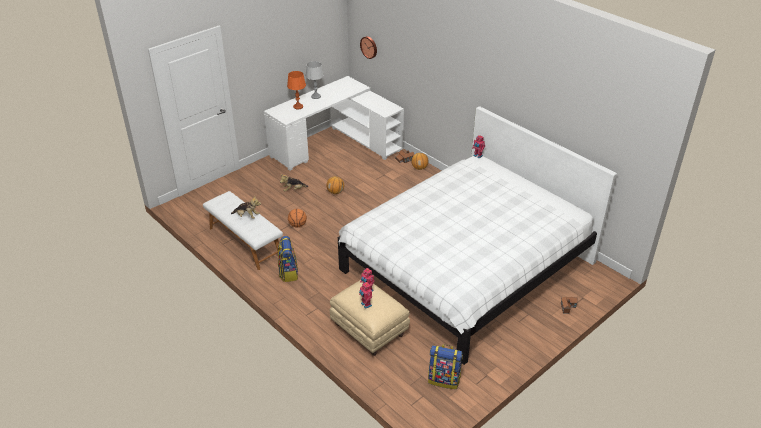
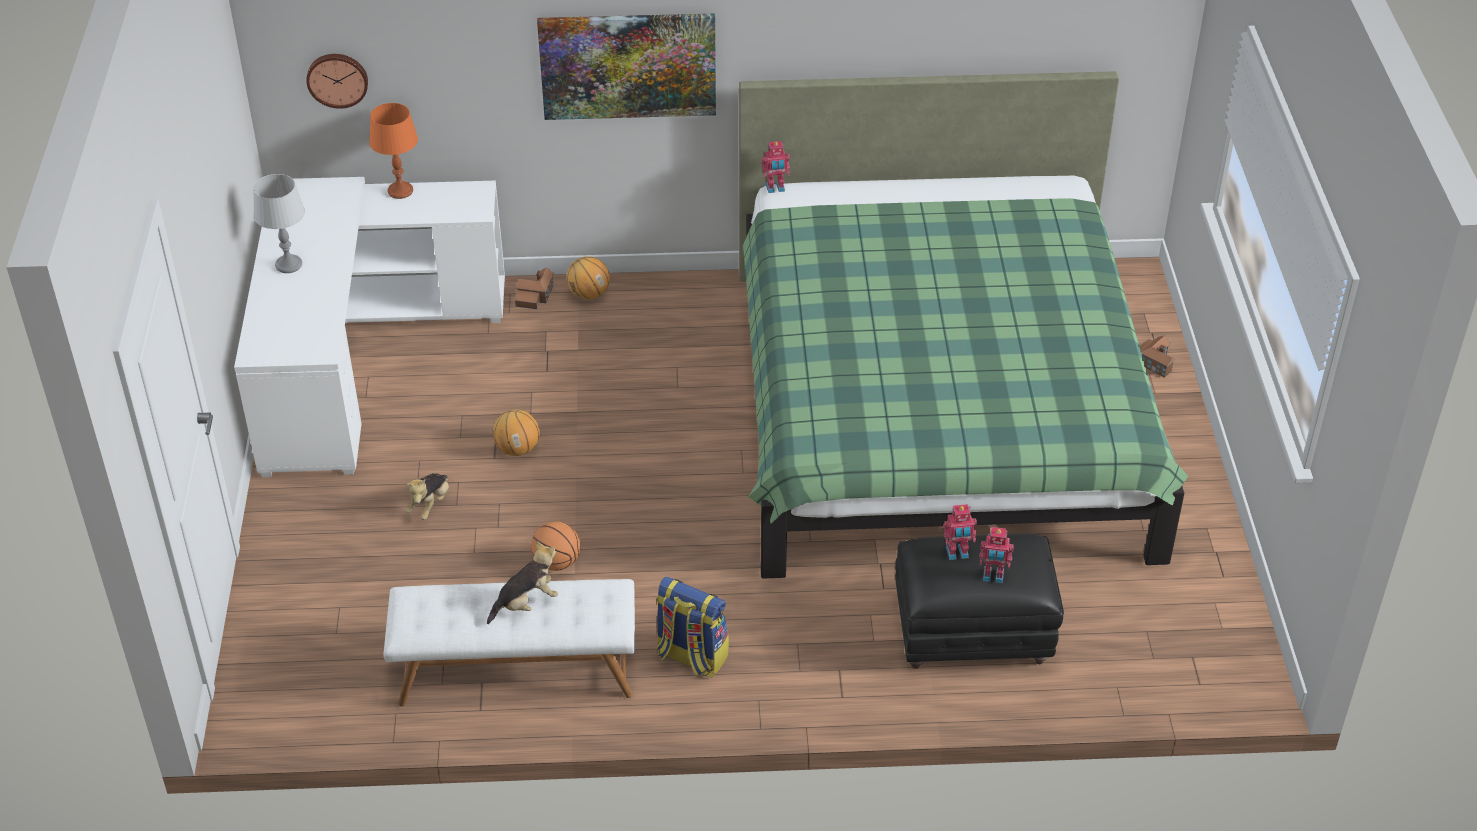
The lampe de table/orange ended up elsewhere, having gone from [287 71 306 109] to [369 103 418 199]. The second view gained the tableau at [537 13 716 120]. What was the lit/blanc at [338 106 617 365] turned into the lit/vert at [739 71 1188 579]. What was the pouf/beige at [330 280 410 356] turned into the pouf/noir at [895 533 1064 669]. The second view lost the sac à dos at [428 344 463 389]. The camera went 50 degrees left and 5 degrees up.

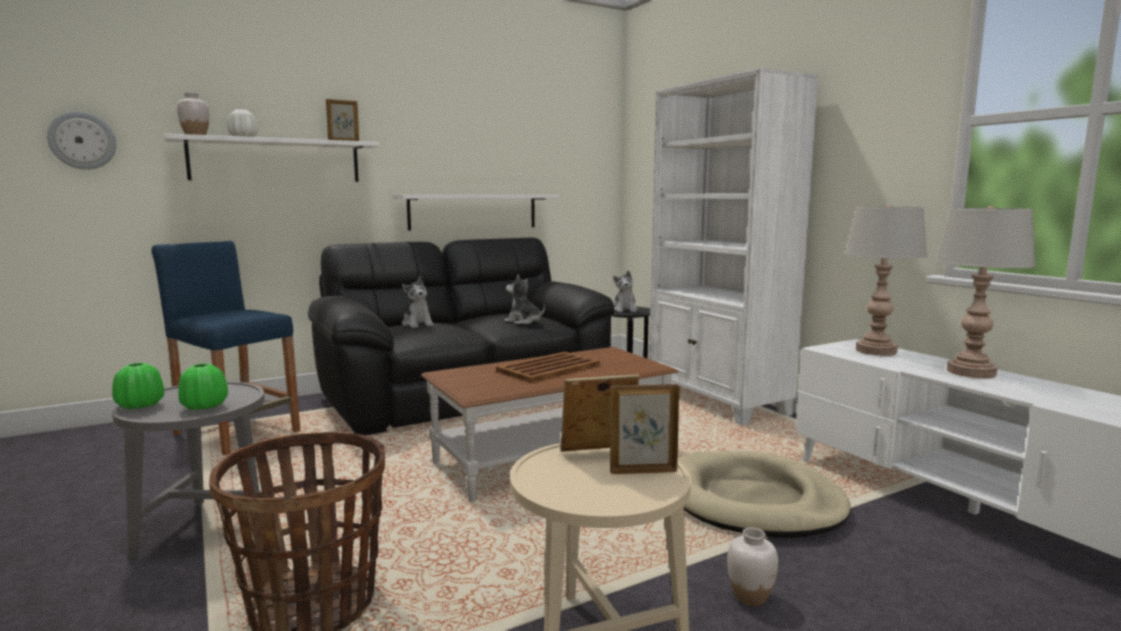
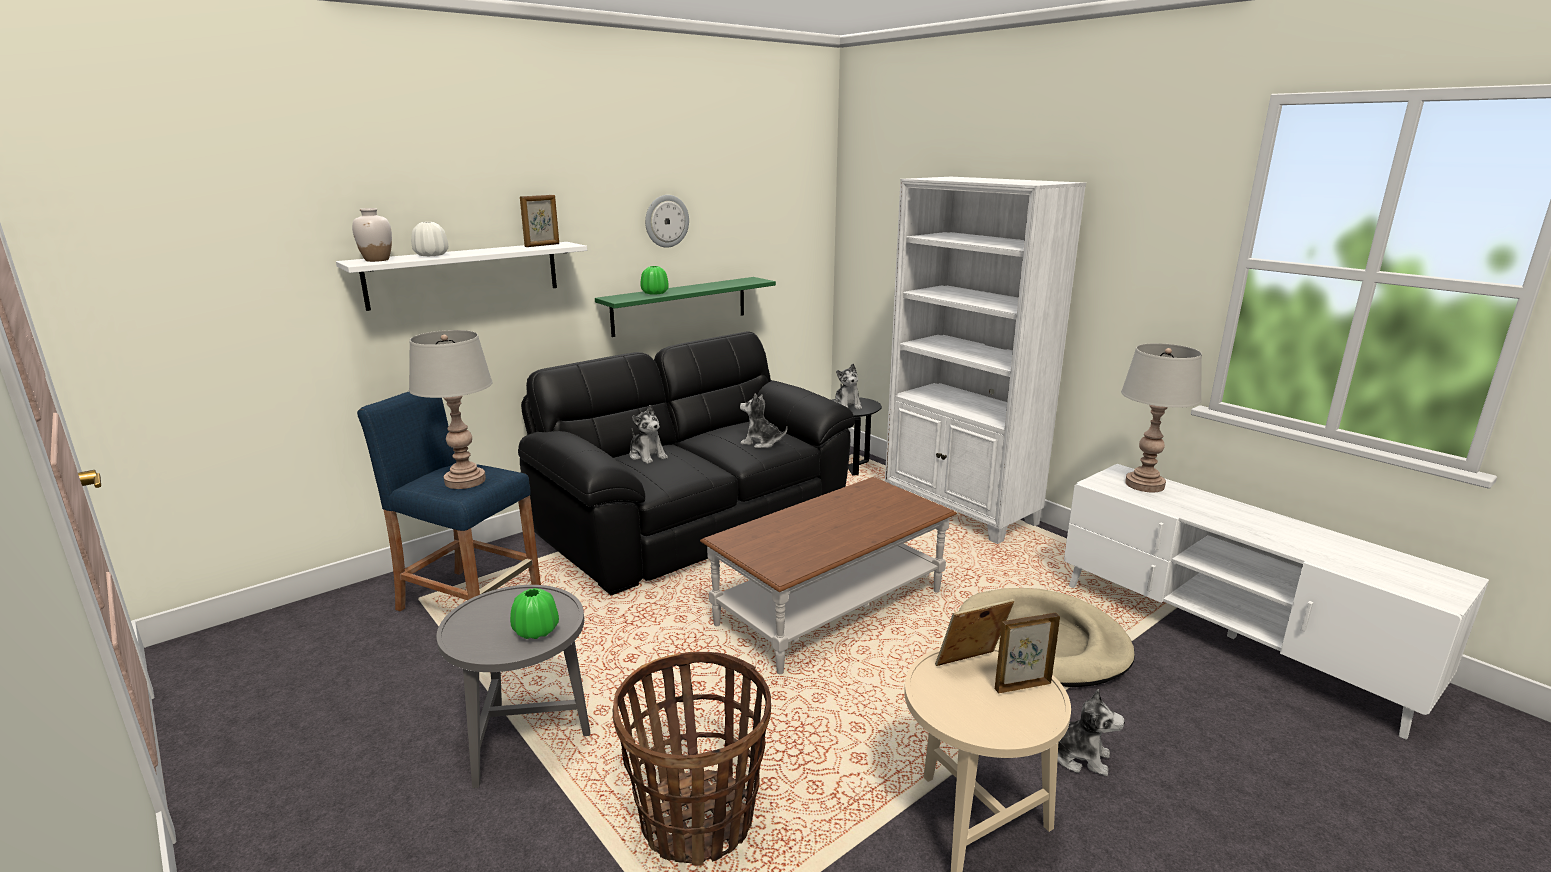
The lampe de table/gris ended up elsewhere, having gone from [935 206 1036 378] to [409 330 493 489]. What was the étagère/blanc at [393 195 559 231] turned into the étagère/vert at [595 277 776 337]. The vase/vert ended up elsewhere, having gone from [112 363 164 409] to [640 266 669 295]. The horloge murale ended up elsewhere, having gone from [47 111 116 170] to [645 195 689 248]. Where the vase/blanc stood at [727 527 778 606], the peluche came to stand at [1057 689 1125 776]. The second view lost the plateau/marron at [496 352 600 383]. The camera went 10 degrees left and 10 degrees up.

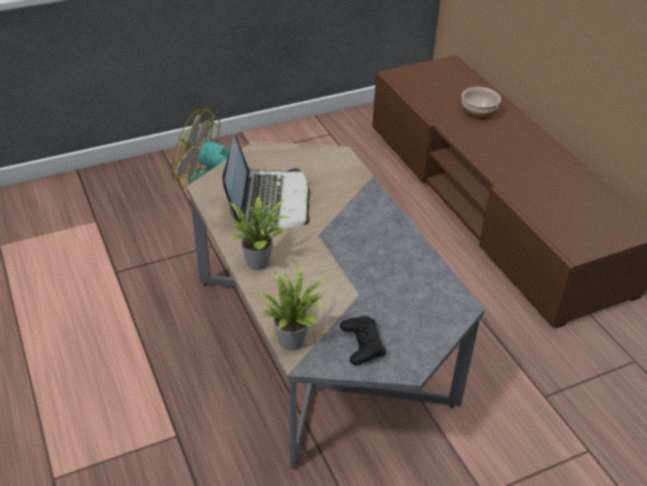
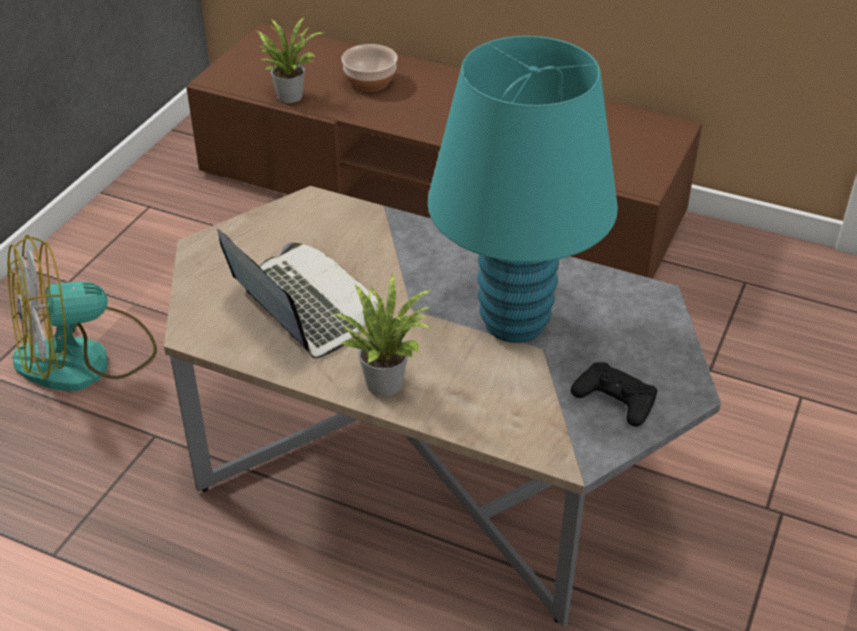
The plante en pot ended up elsewhere, having gone from [255 264 328 350] to [256 18 325 103]. The second view gained the lampe de table/turquoise at [428 36 618 343]. The camera went 40 degrees left and 0 degrees up.

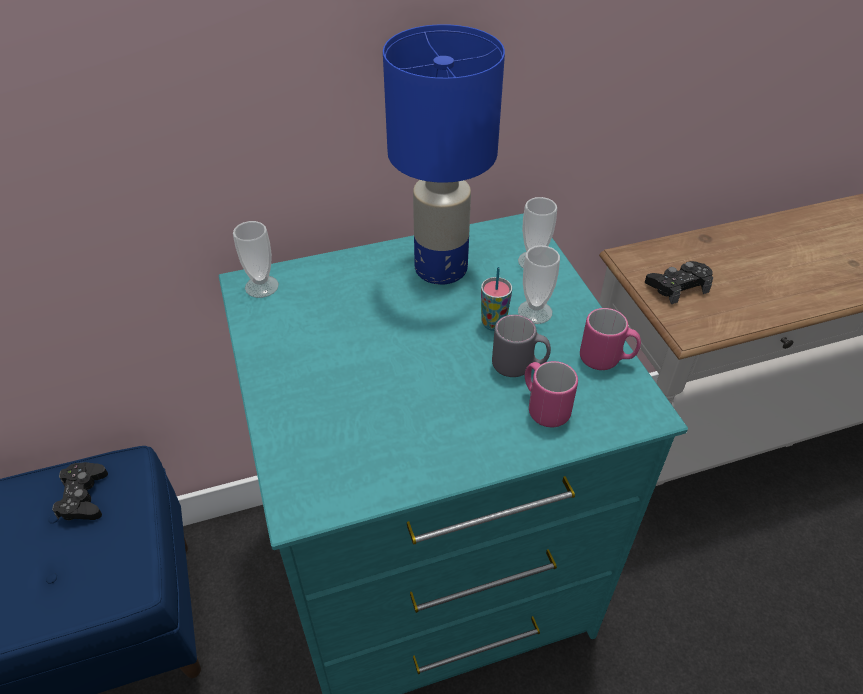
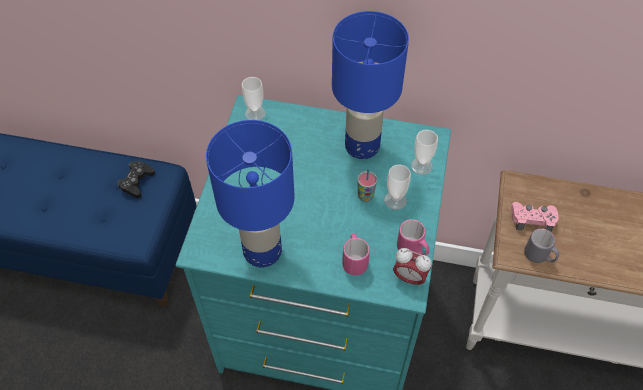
The second view gained the lampe de table/bleu at [206 120 294 267]. The second view gained the réveil at [393 248 432 287]. What was the manette/noir at [645 261 713 304] turned into the manette/rose at [511 202 559 232]. The mug/gris ended up elsewhere, having gone from [492 314 551 377] to [524 228 559 263]. The camera went 30 degrees right and 10 degrees up.

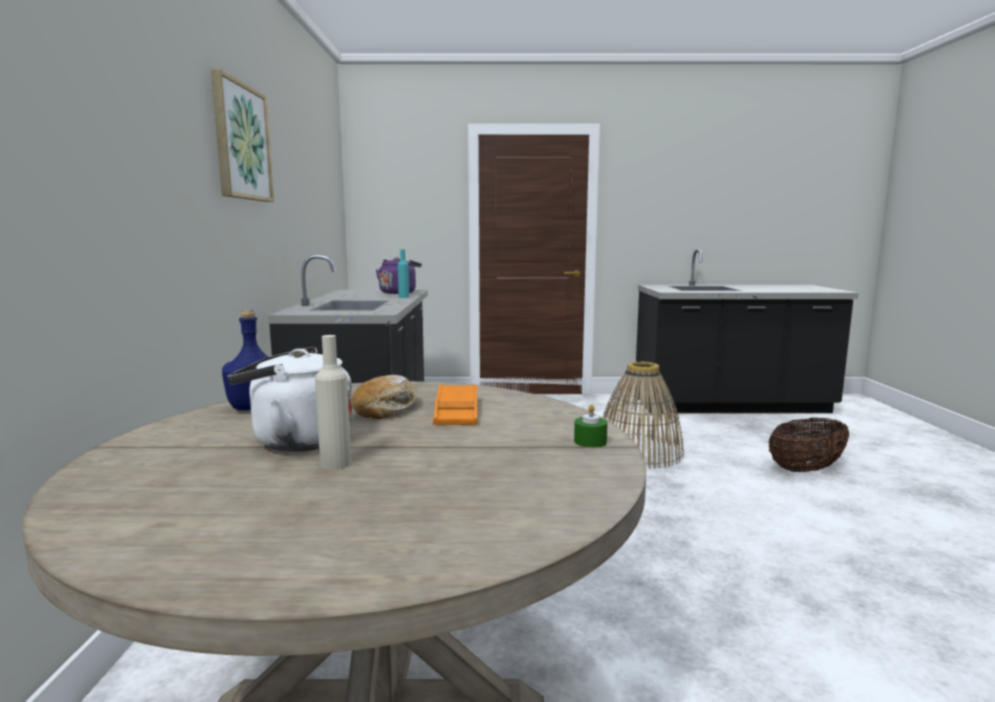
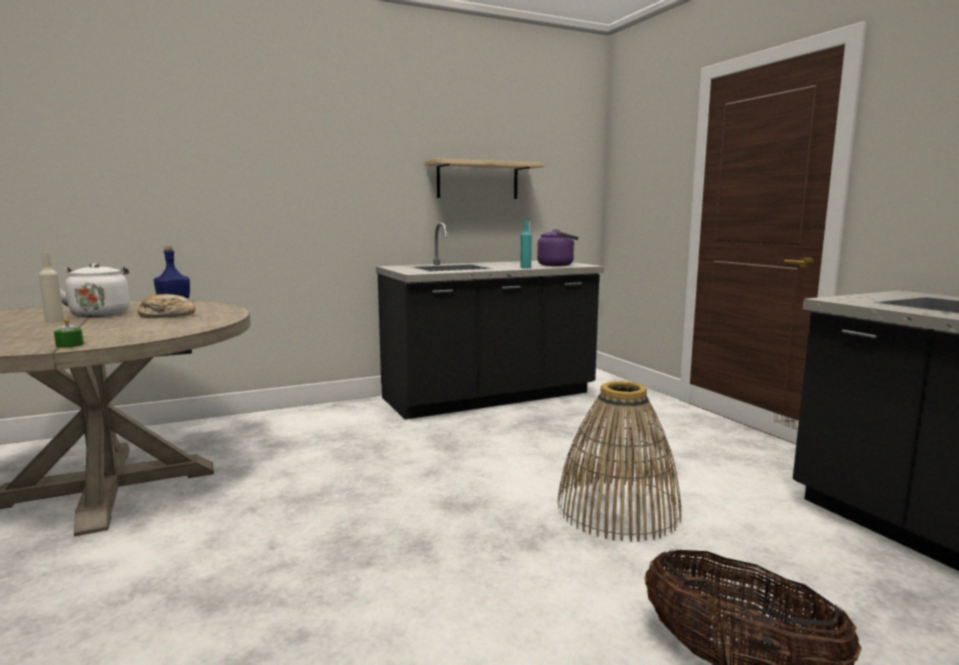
The second view gained the étagère at [424 159 544 199]. The second view lost the tableau at [211 69 274 202]. The second view lost the plateau/orange at [433 384 477 425]. The camera went 65 degrees right and 0 degrees up.

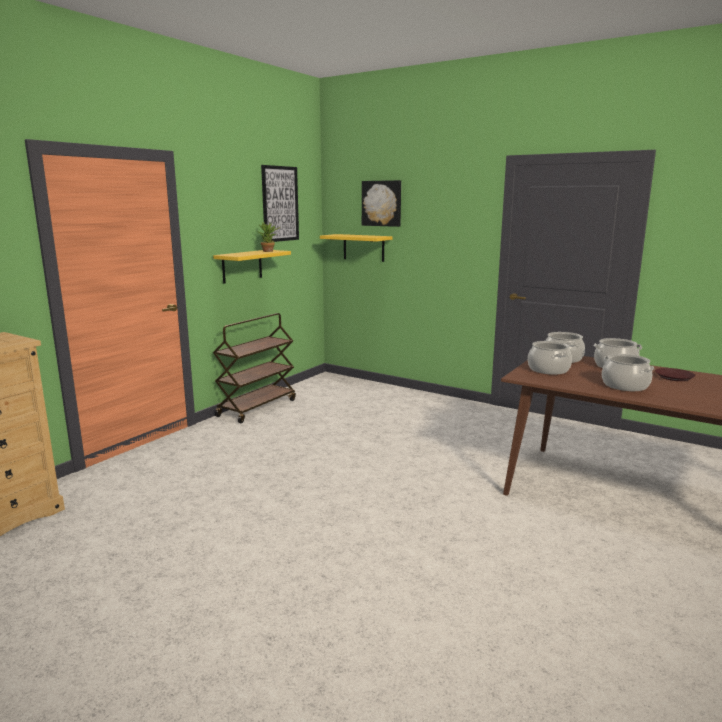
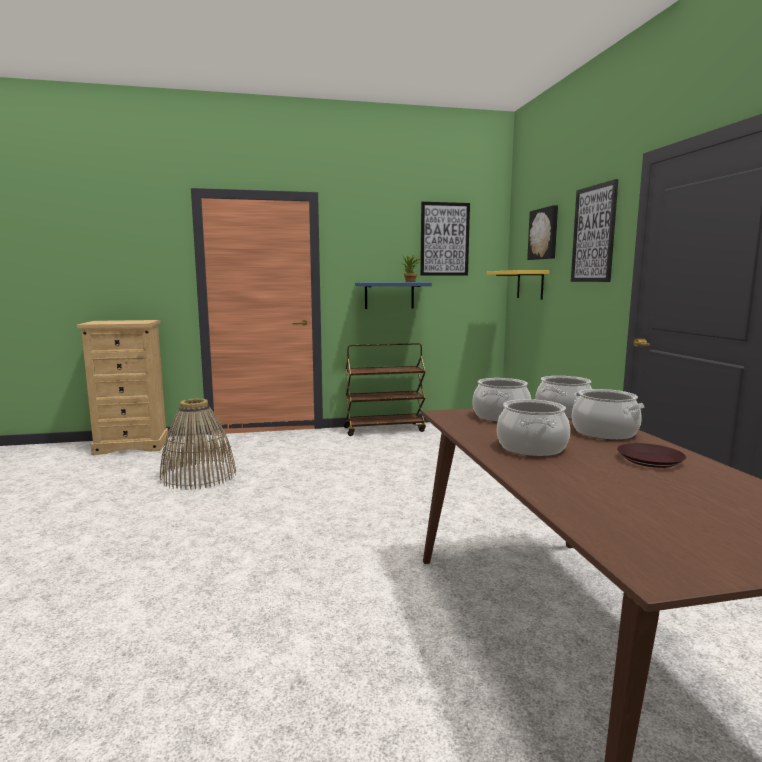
The second view gained the panier at [160 398 236 490]. What was the étagère/jaune at [213 250 291 284] turned into the étagère/bleu at [355 282 432 309]. The second view gained the tableau at [571 179 618 282]. The camera went 45 degrees right and 5 degrees down.

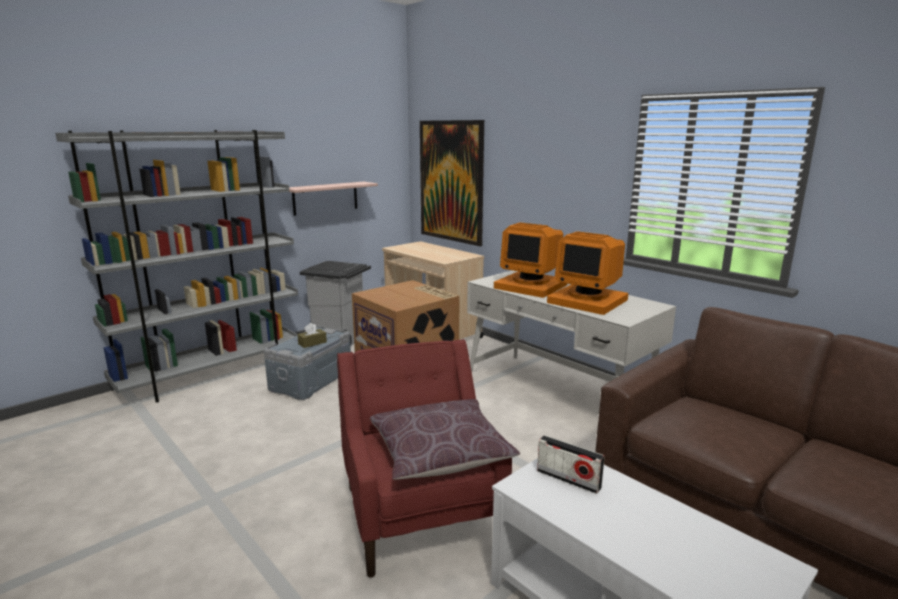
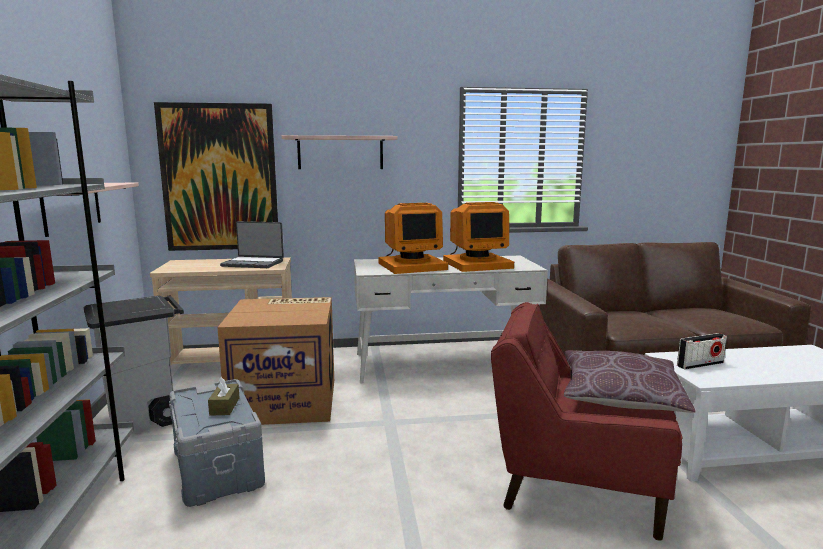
The second view gained the ordinateur portable at [220 221 284 268]. The second view gained the étagère at [282 135 398 169]. The camera went 55 degrees left and 5 degrees down.

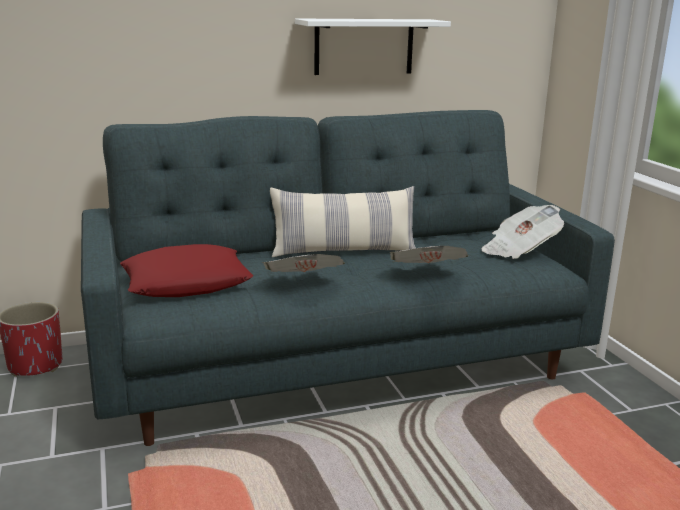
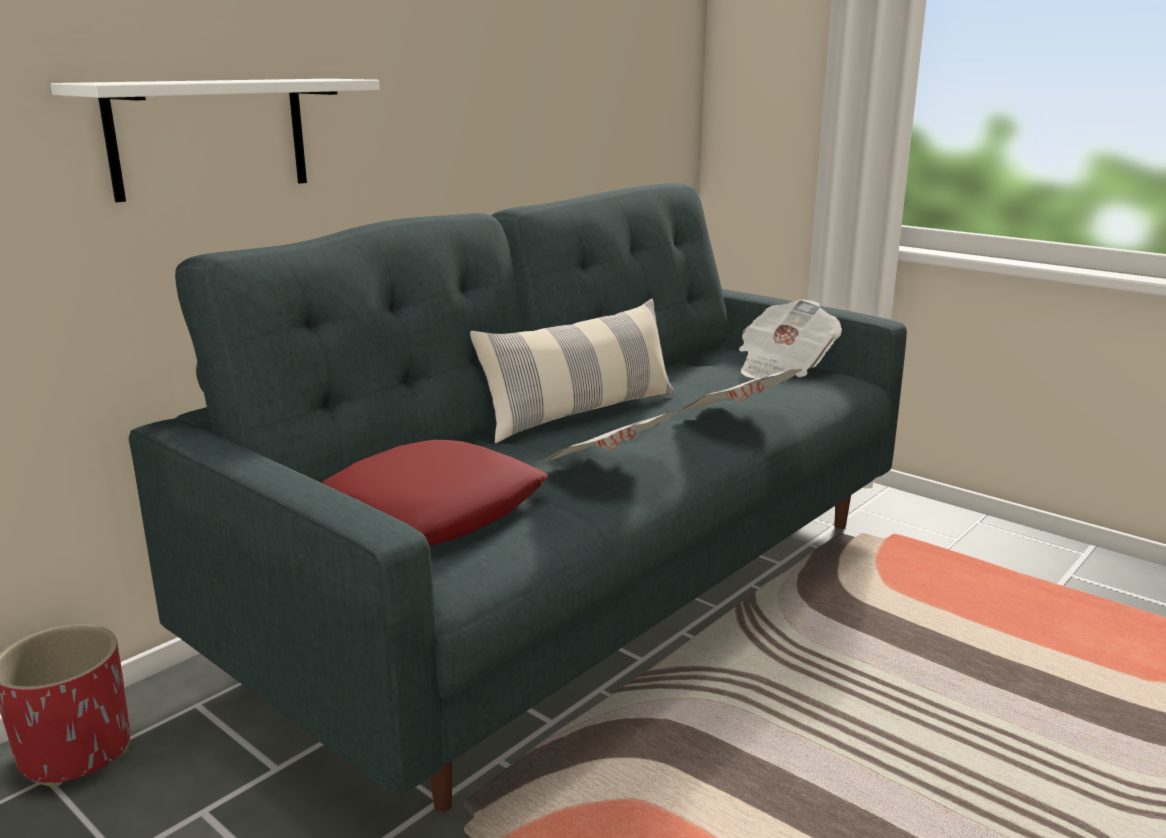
The étagère/blanc ended up elsewhere, having gone from [295 18 451 75] to [50 79 380 202]. The camera went 30 degrees left and 0 degrees up.

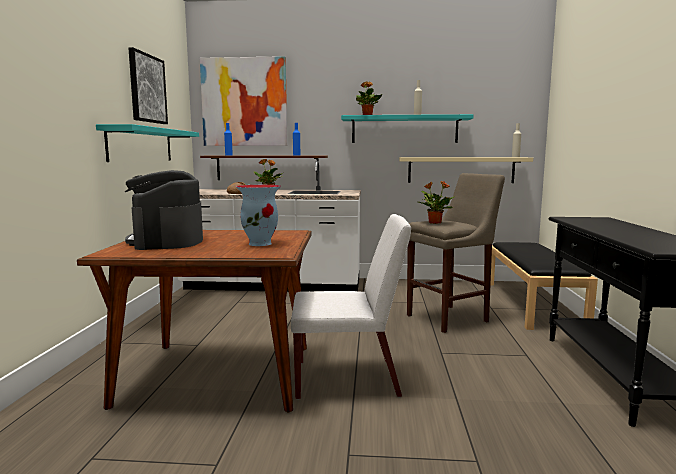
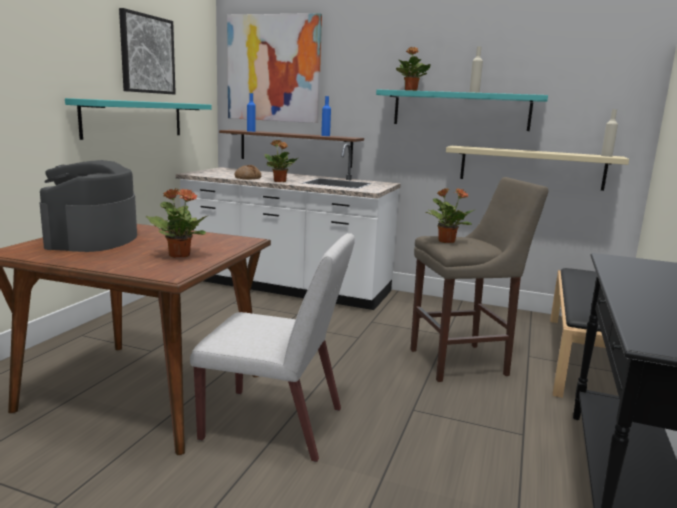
Where the vase stood at [236 185 281 246], the plante en pot came to stand at [146 188 209 258]. The camera went 15 degrees right and 5 degrees up.

